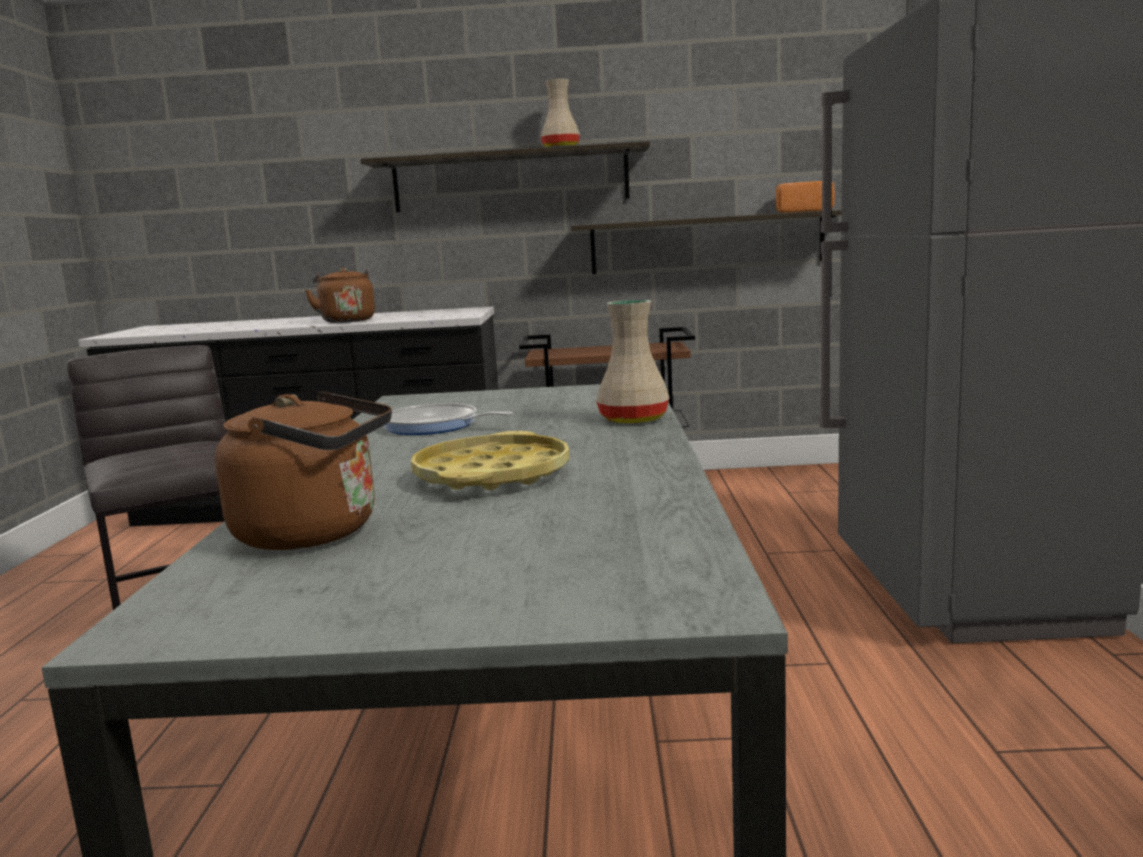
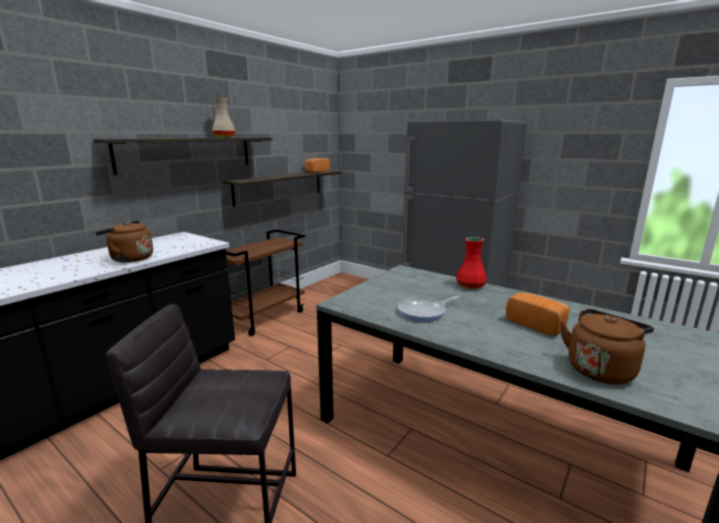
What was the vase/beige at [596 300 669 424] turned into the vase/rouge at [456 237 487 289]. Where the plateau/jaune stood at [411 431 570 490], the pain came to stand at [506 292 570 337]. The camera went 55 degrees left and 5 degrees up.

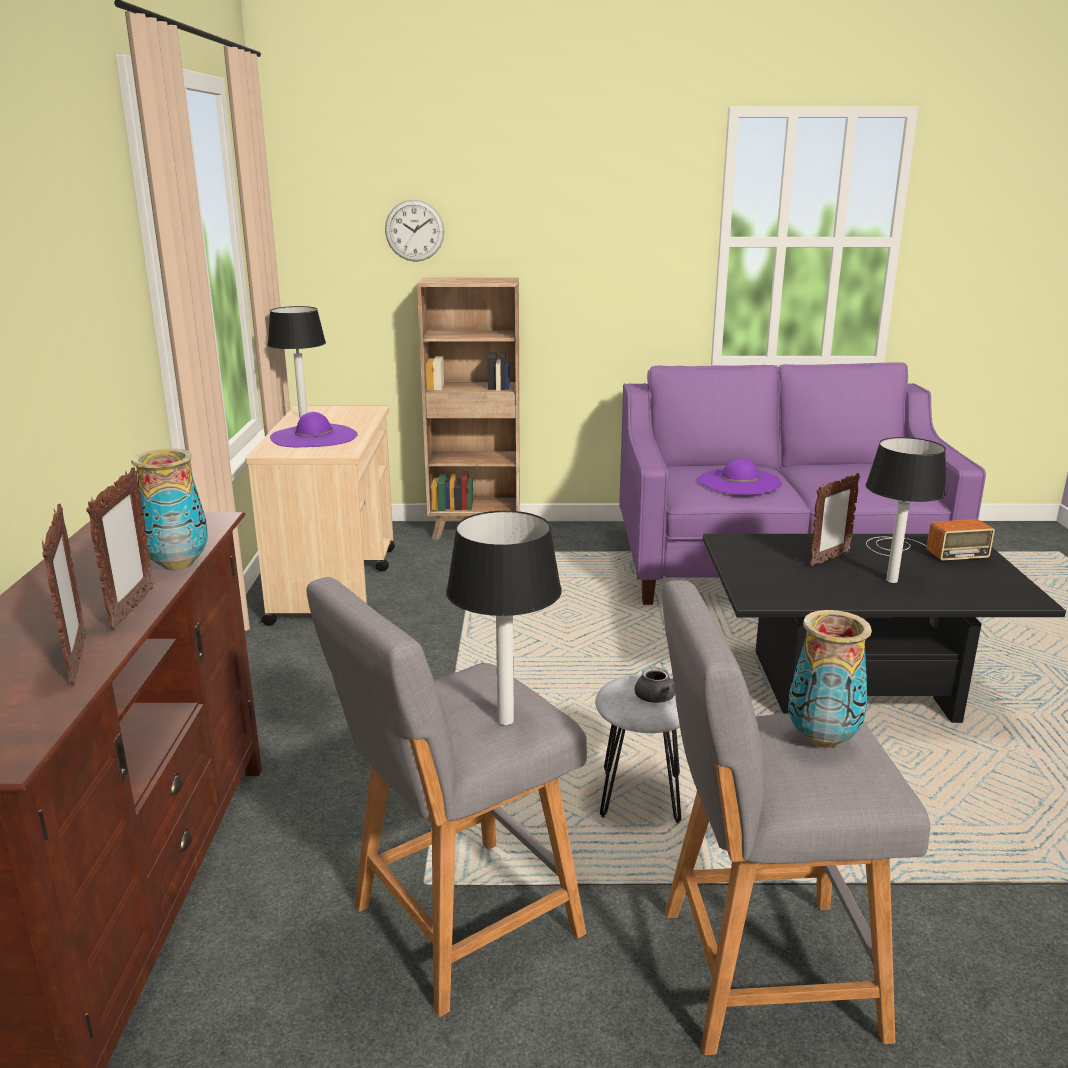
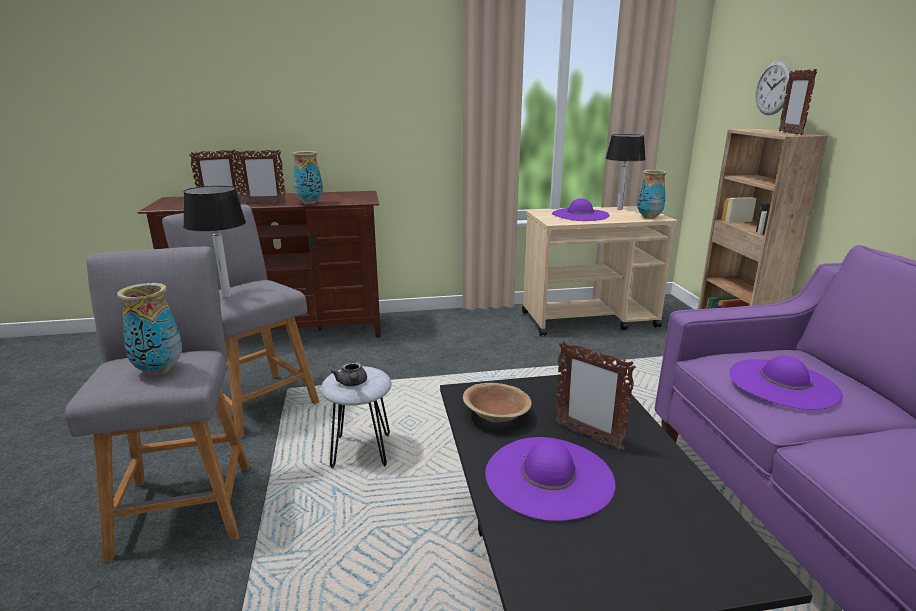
The second view gained the bol/marron at [463 383 532 422]. Where the lampe de table stood at [866 437 947 583], the chapeau/violet came to stand at [485 437 615 521]. The second view gained the vase at [637 170 667 219]. The second view gained the cadre photo at [779 69 817 135]. The second view lost the radio at [866 519 995 561]. The camera went 80 degrees right and 0 degrees up.

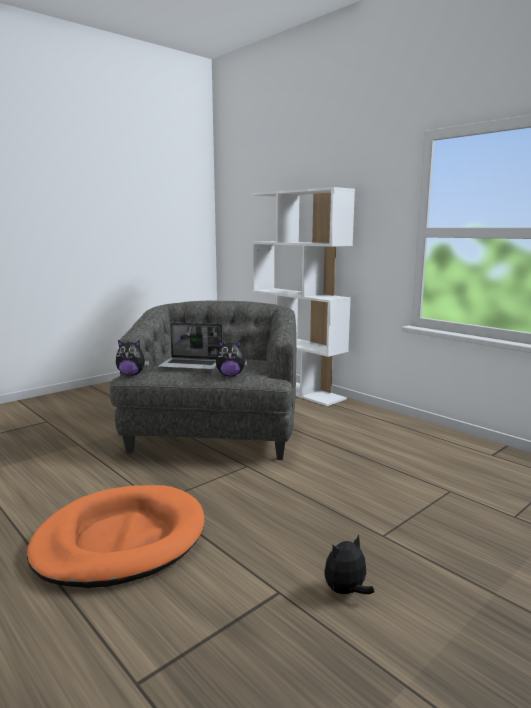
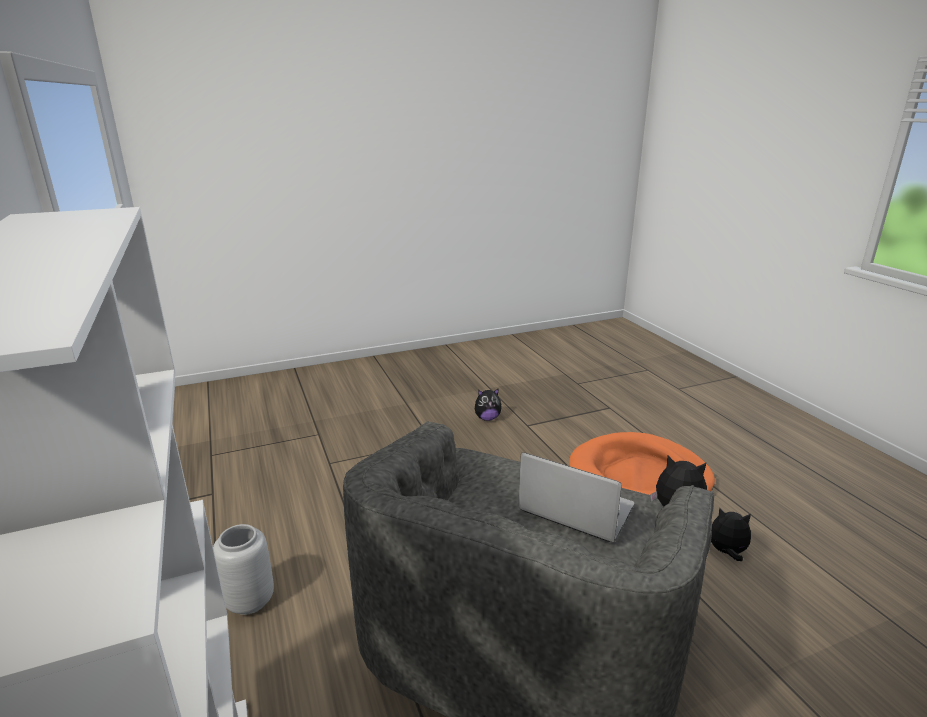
The second view gained the vase/gris at [213 524 274 615]. The peluche ended up elsewhere, having gone from [216 340 247 376] to [711 508 751 561]. The camera went 160 degrees left and 10 degrees up.

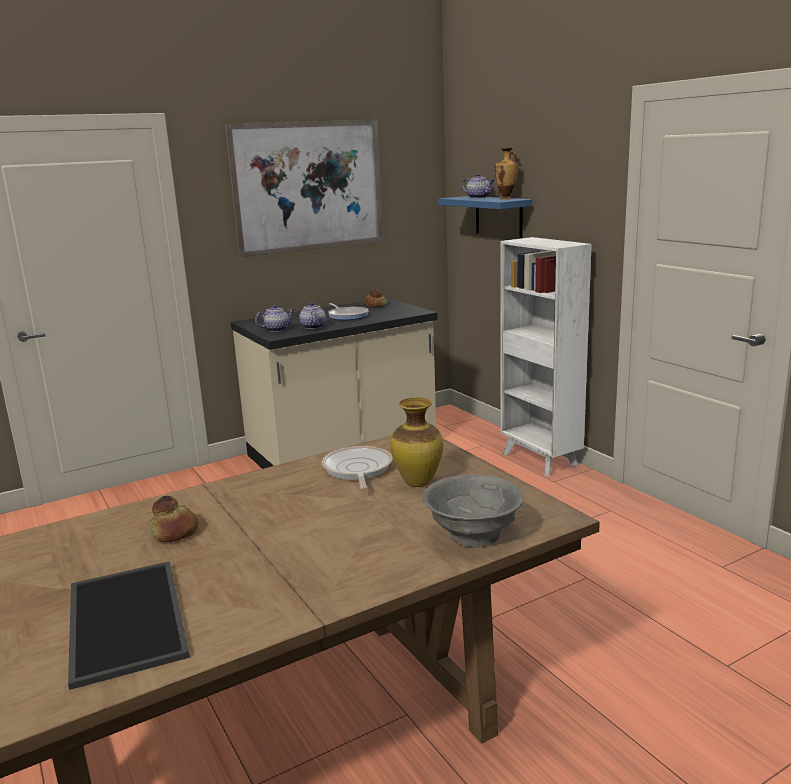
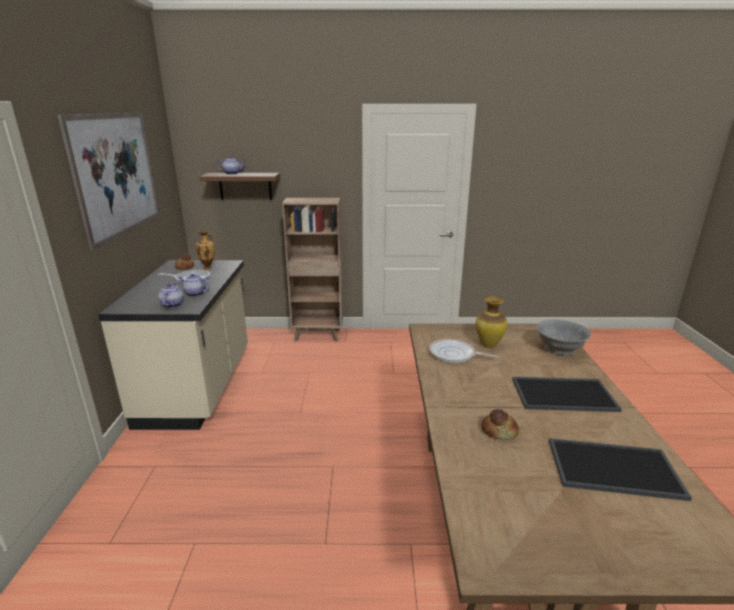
The vase ended up elsewhere, having gone from [495 147 518 200] to [196 231 215 269]. What was the étagère/bleu at [438 196 532 239] turned into the étagère/marron at [199 173 280 200]. What was the bibliothèque/blanc at [500 237 592 476] turned into the bibliothèque/marron at [282 198 343 342]. The second view gained the plateau at [512 377 622 412]. The camera went 60 degrees left and 5 degrees up.

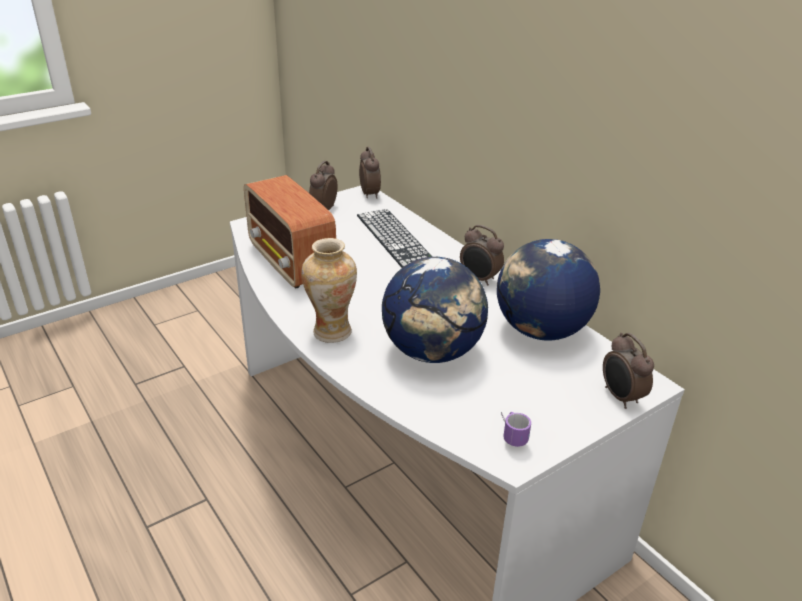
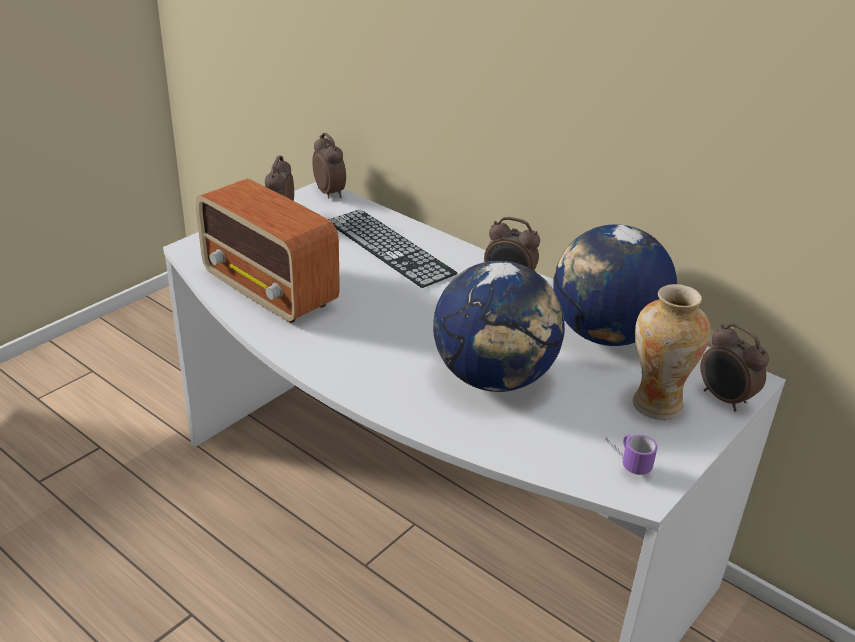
The vase ended up elsewhere, having gone from [301 238 357 343] to [633 284 711 420]. The camera went 15 degrees left and 0 degrees up.

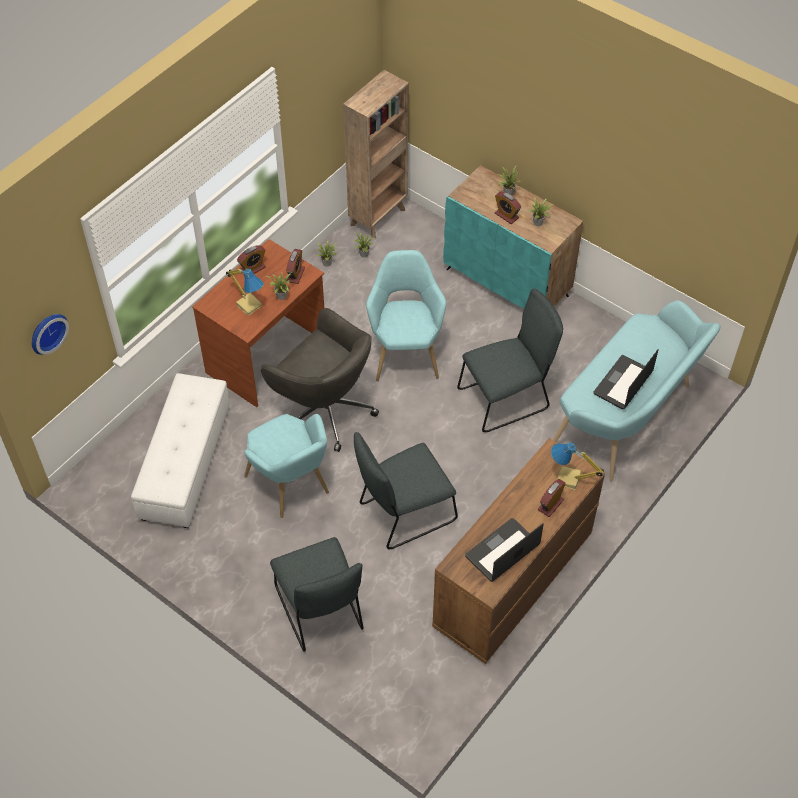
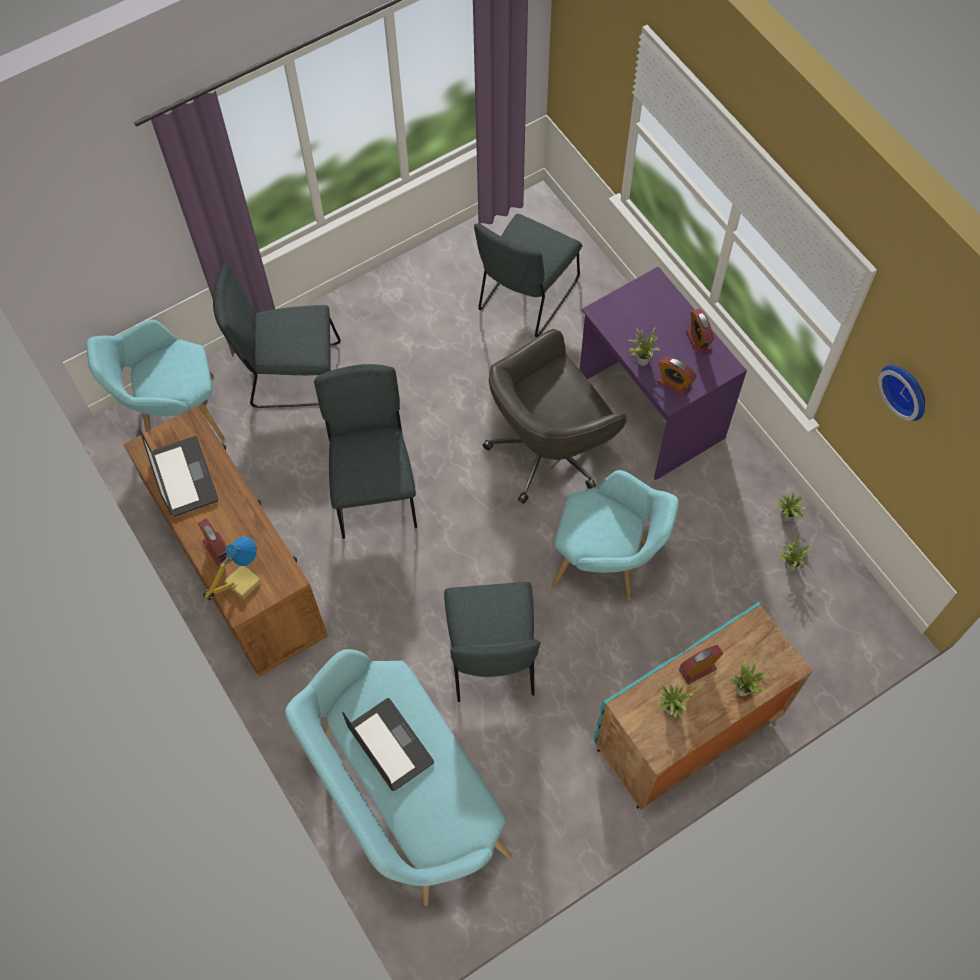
The fauteuil/turquoise ended up elsewhere, having gone from [244 414 329 518] to [86 320 225 440]. Where the pouf/blanc stood at [131 373 230 528], the chaise/gris came to stand at [474 214 582 338]. What was the bureau/marron at [192 239 324 407] turned into the bureau/violet at [580 267 747 480]. The horloge murale ended up elsewhere, having gone from [32 314 69 355] to [878 365 925 421]. The second view lost the lampe de table at [226 268 264 316]. The second view lost the bibliothèque/marron at [343 70 409 239]. The camera went 110 degrees right and 10 degrees up.

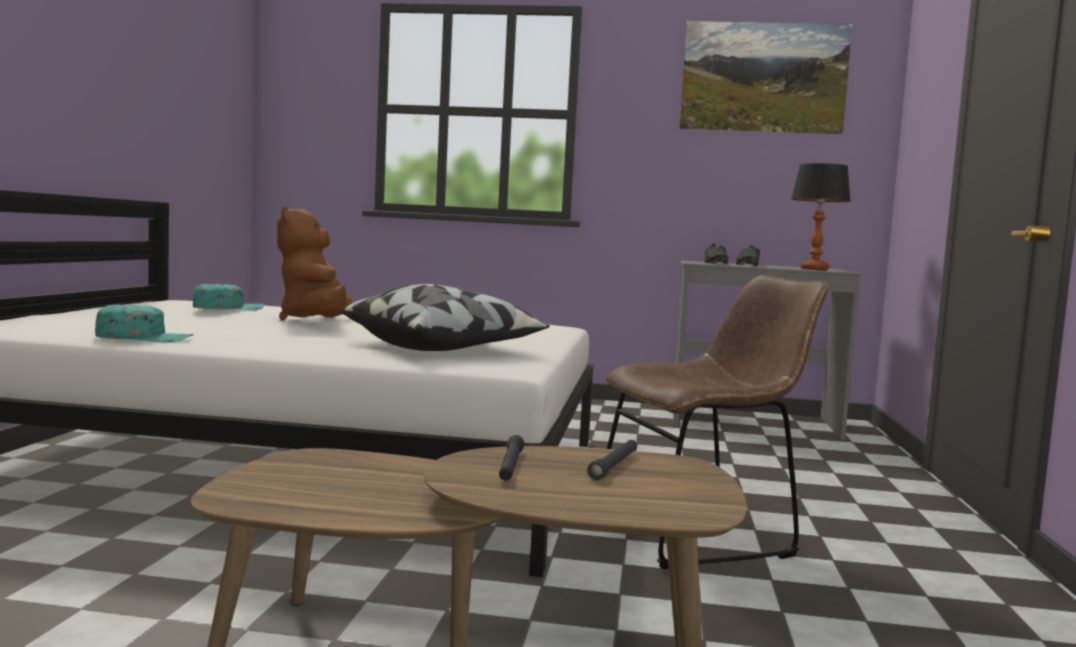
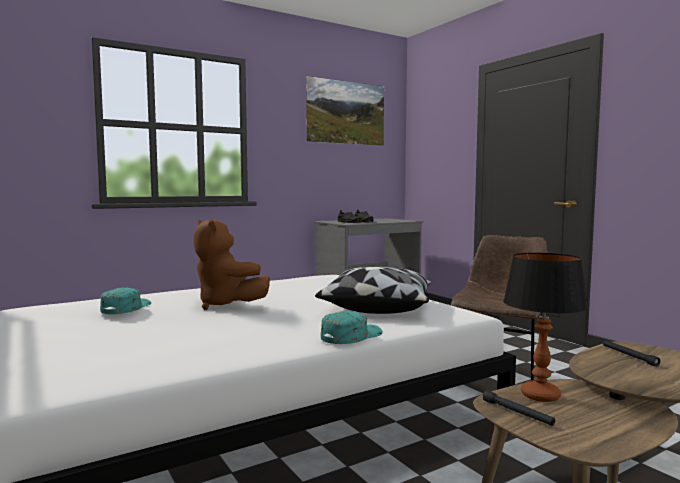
The casquette/turquoise ended up elsewhere, having gone from [95 305 194 342] to [321 311 382 344]. The lampe de poche/noir ended up elsewhere, having gone from [499 435 524 481] to [483 390 555 426]. The lampe de table ended up elsewhere, having gone from [791 163 851 270] to [503 253 588 402]. The camera went 40 degrees left and 0 degrees up.

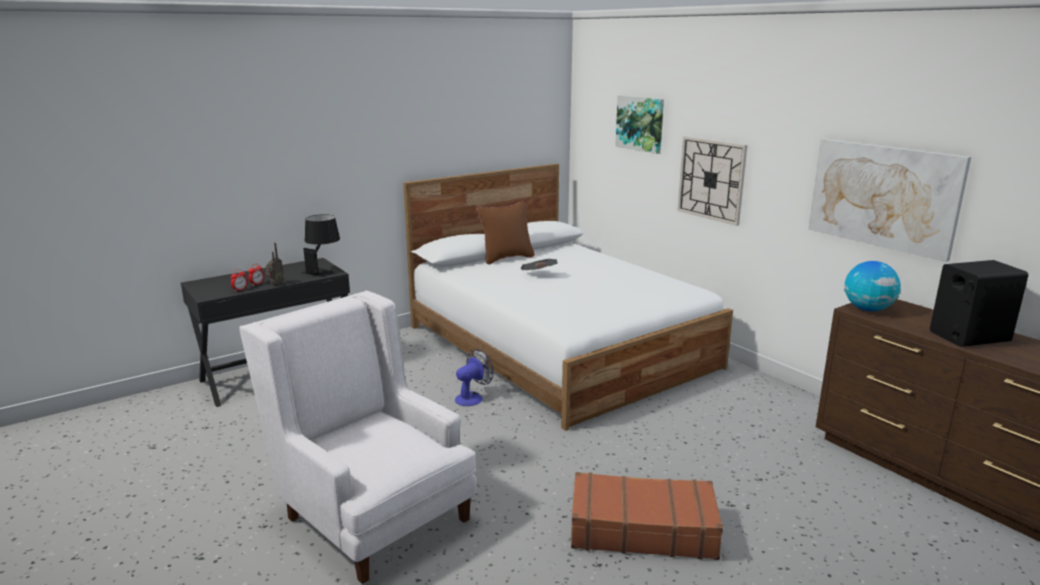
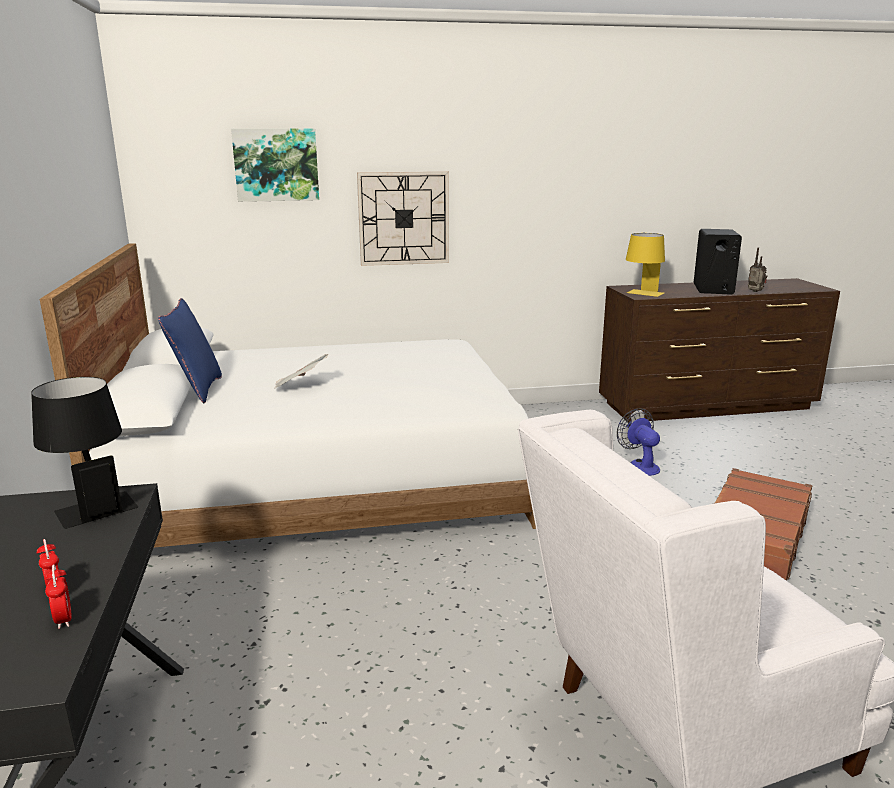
What was the coussin/marron at [476 202 535 264] turned into the coussin/bleu at [158 298 222 403]. The ventilateur ended up elsewhere, having gone from [455 349 494 406] to [617 408 660 476]. Where the globe stood at [844 261 901 311], the lampe de table/jaune came to stand at [626 233 665 297]. The radio ended up elsewhere, having gone from [265 243 284 285] to [748 247 767 292]. The second view lost the tableau at [808 139 971 262]. The camera went 65 degrees left and 0 degrees up.

